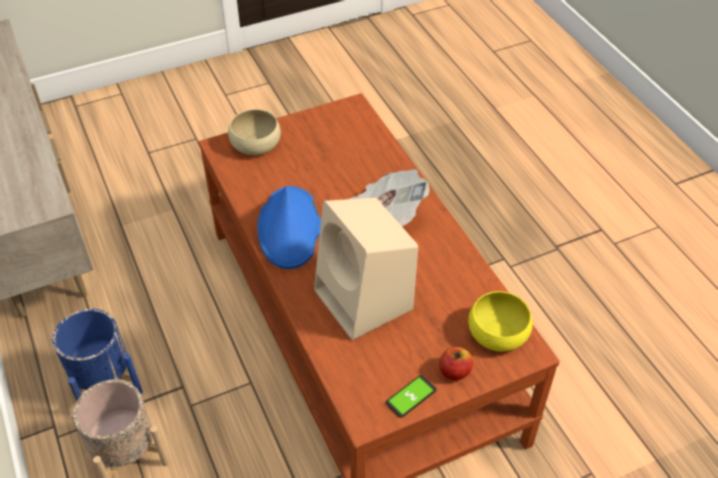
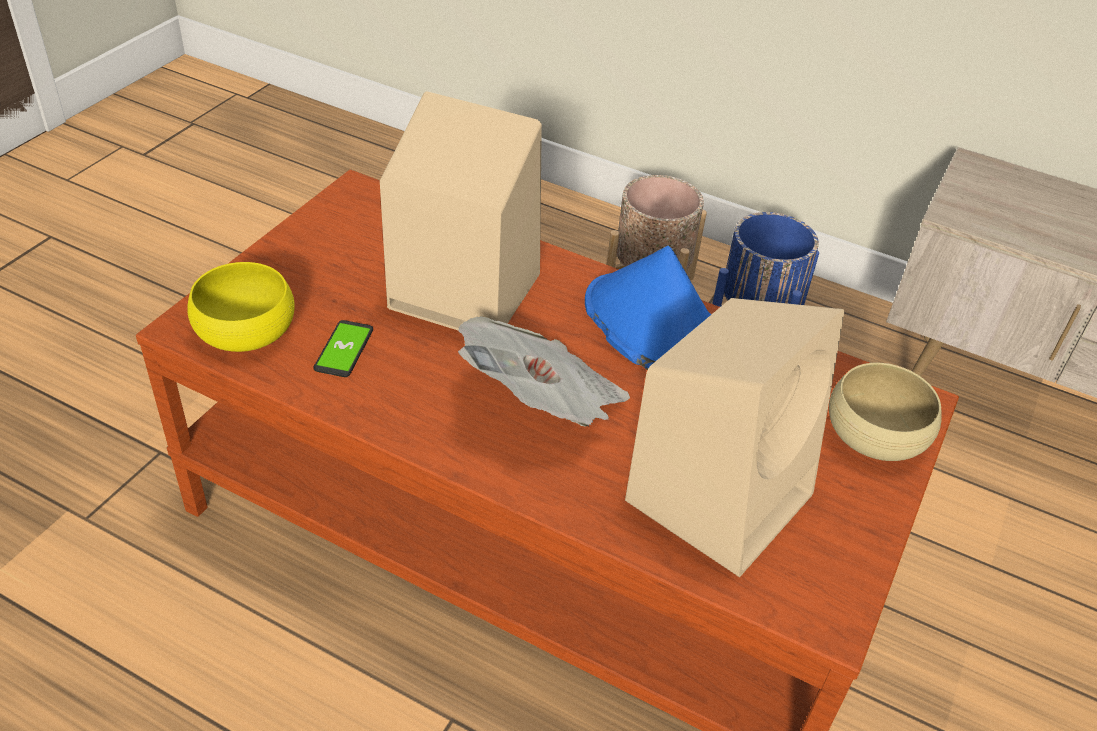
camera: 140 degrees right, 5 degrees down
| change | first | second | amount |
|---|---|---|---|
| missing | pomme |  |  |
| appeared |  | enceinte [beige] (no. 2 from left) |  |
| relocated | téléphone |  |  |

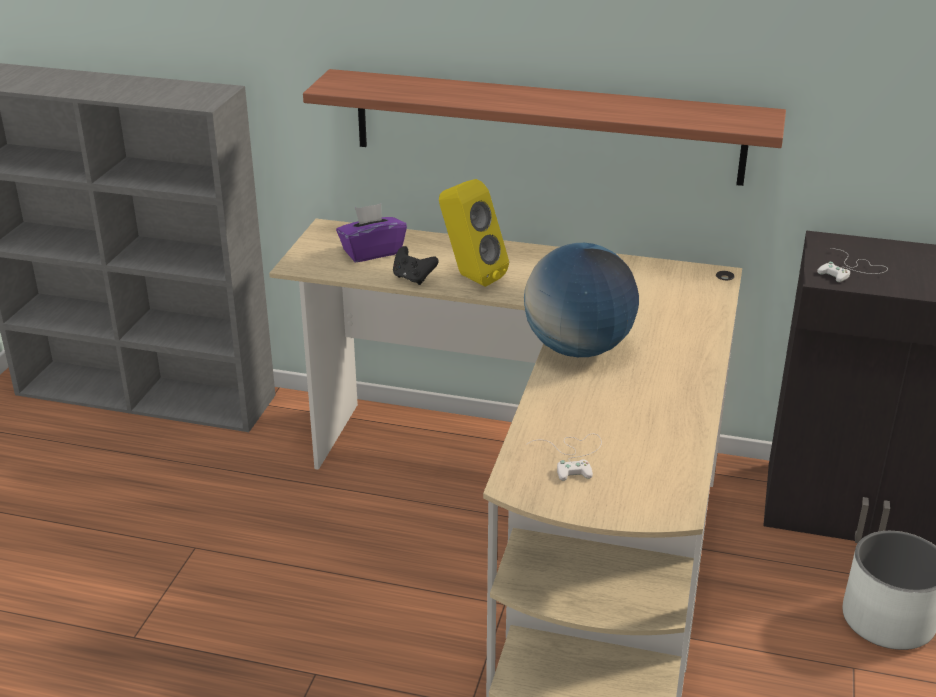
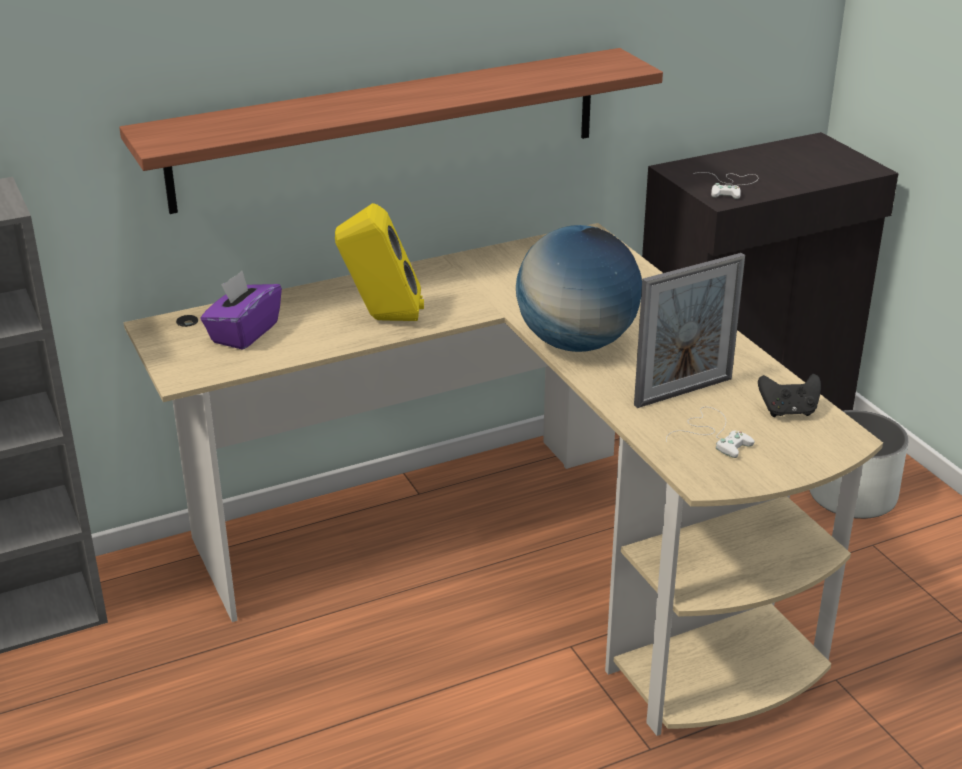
camera: 40 degrees left, 0 degrees up
| change | first | second | amount |
|---|---|---|---|
| appeared |  | cadre photo |  |
| relocated | manette [noir] |  |  |

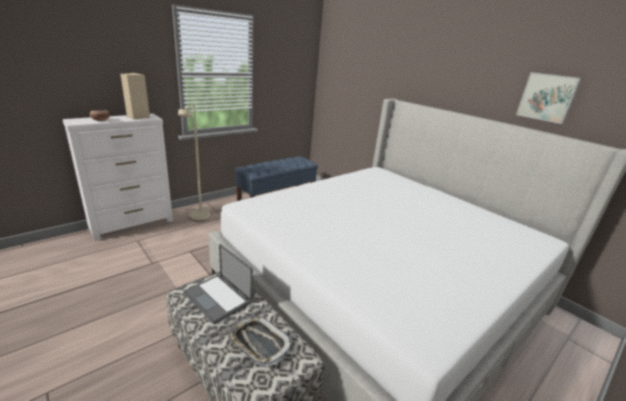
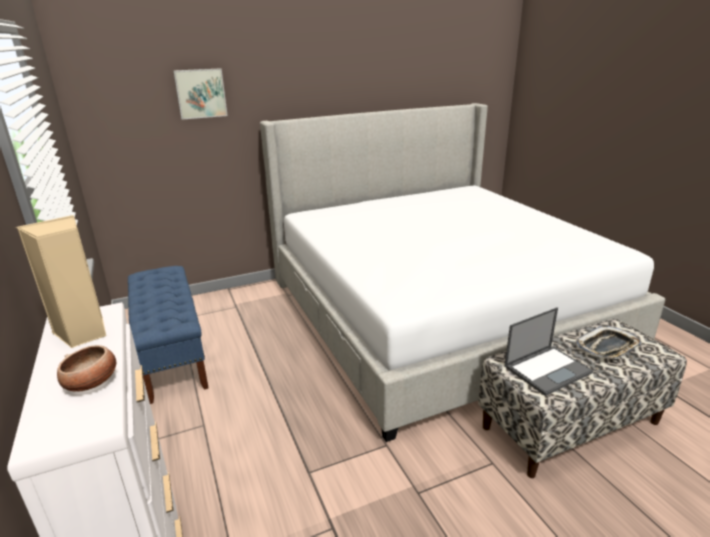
camera: 70 degrees left, 0 degrees up
| change | first | second | amount |
|---|---|---|---|
| missing | lampadaire [beige] |  |  |
| relocated | tableau |  |  |

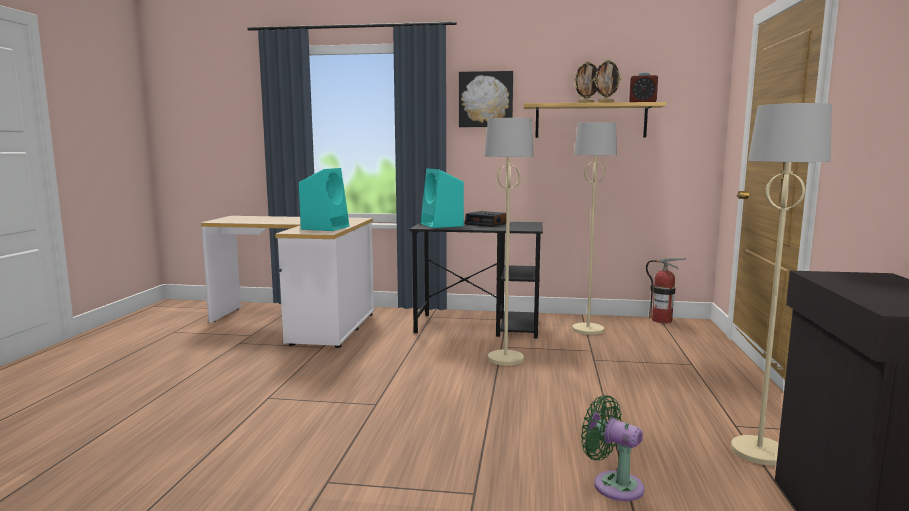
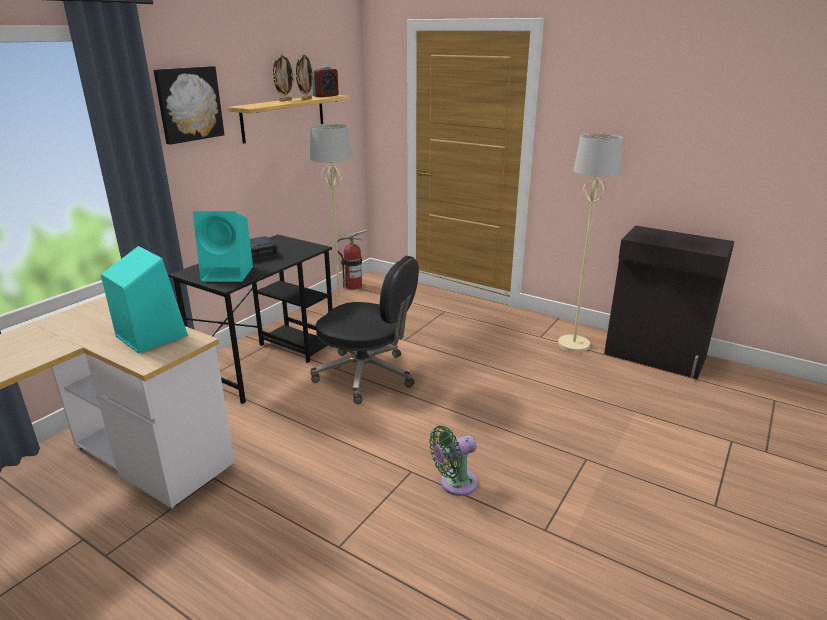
camera: 65 degrees left, 15 degrees up
| change | first | second | amount |
|---|---|---|---|
| relocated | ventilateur [vert] |  |  |
| exchanged | lampadaire [beige] (no. 1 from left) | chaise de bureau [noir] |  |

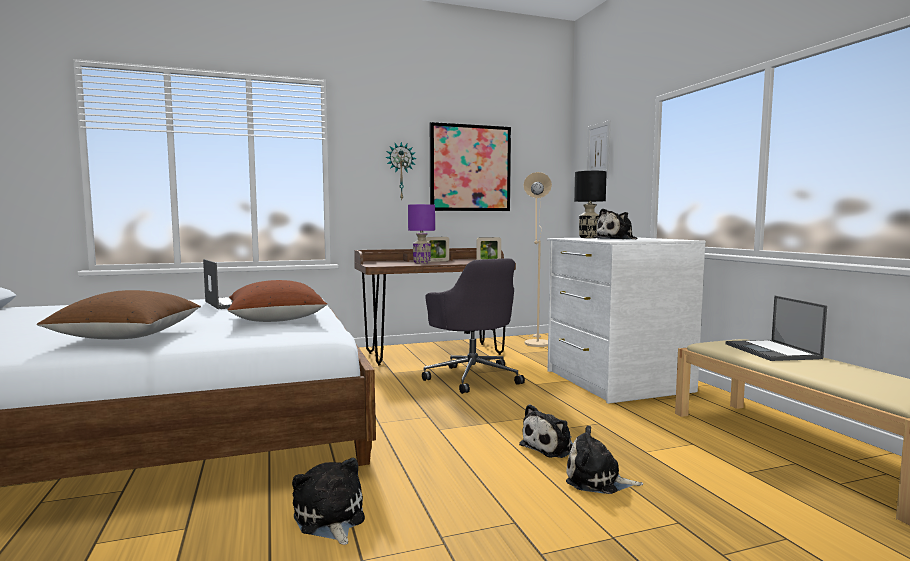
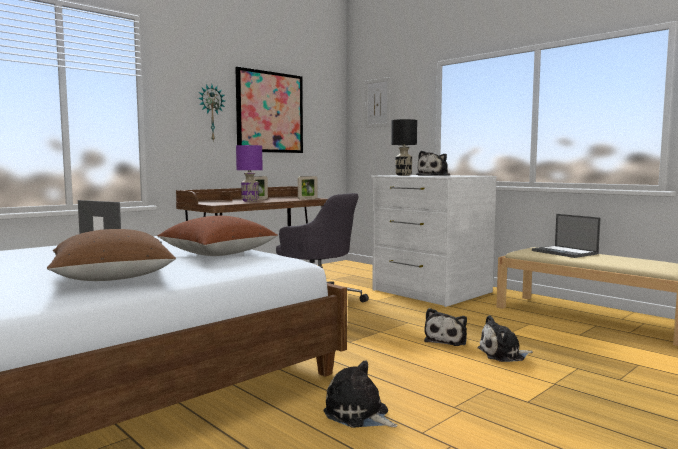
camera: 25 degrees left, 0 degrees up
| change | first | second | amount |
|---|---|---|---|
| missing | lampadaire [beige] |  |  |

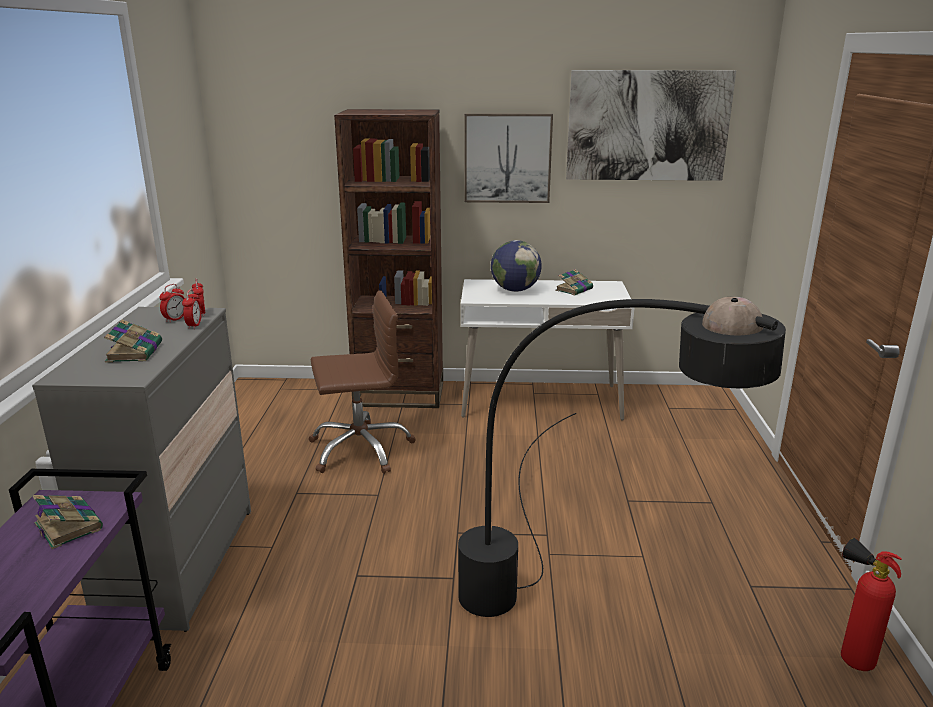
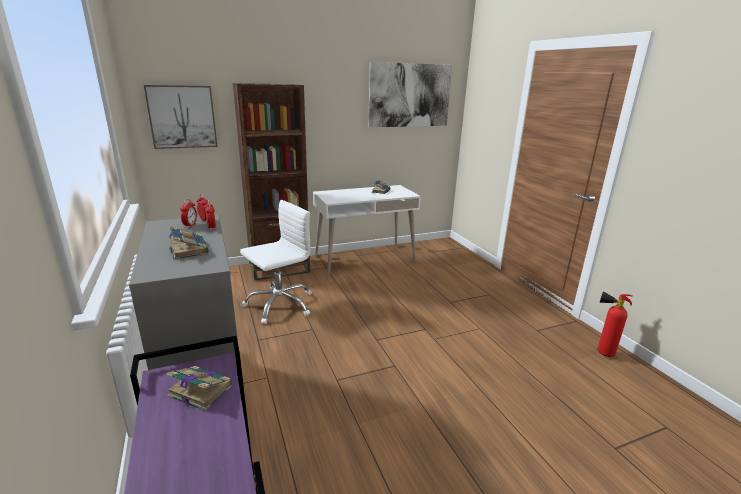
camera: 25 degrees left, 0 degrees up
| change | first | second | amount |
|---|---|---|---|
| missing | lampadaire [noir] |  |  |
| missing | globe |  |  |
| relocated | tableau (no. 1 from left) |  |  |
| colour | chaise de bureau [marron] | chaise de bureau [blanc] |  |

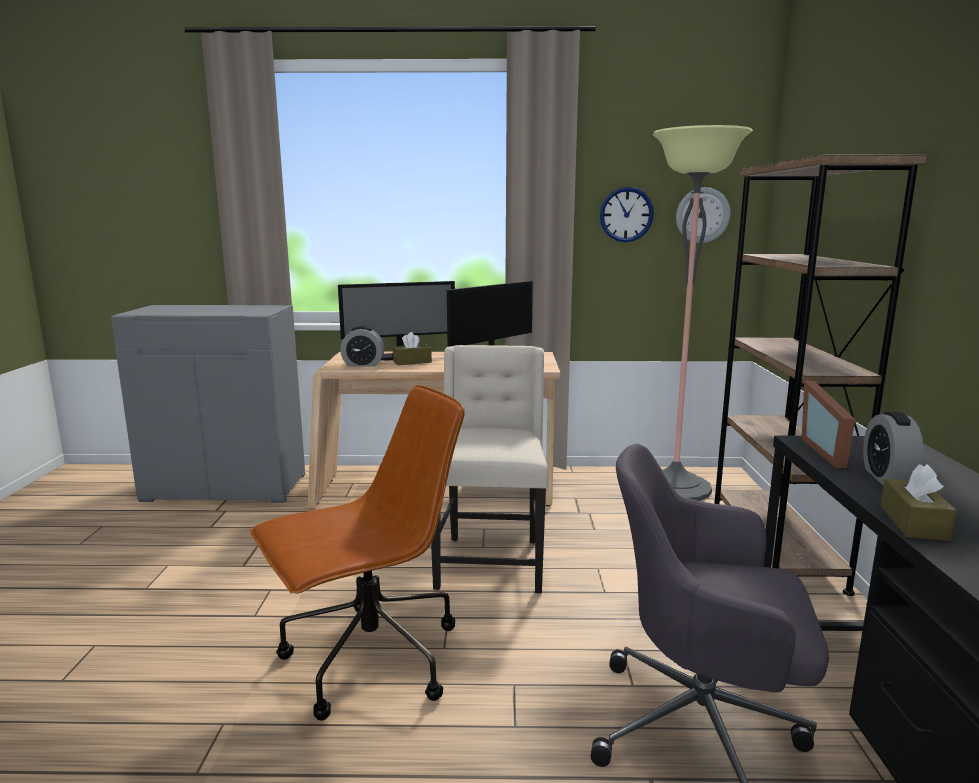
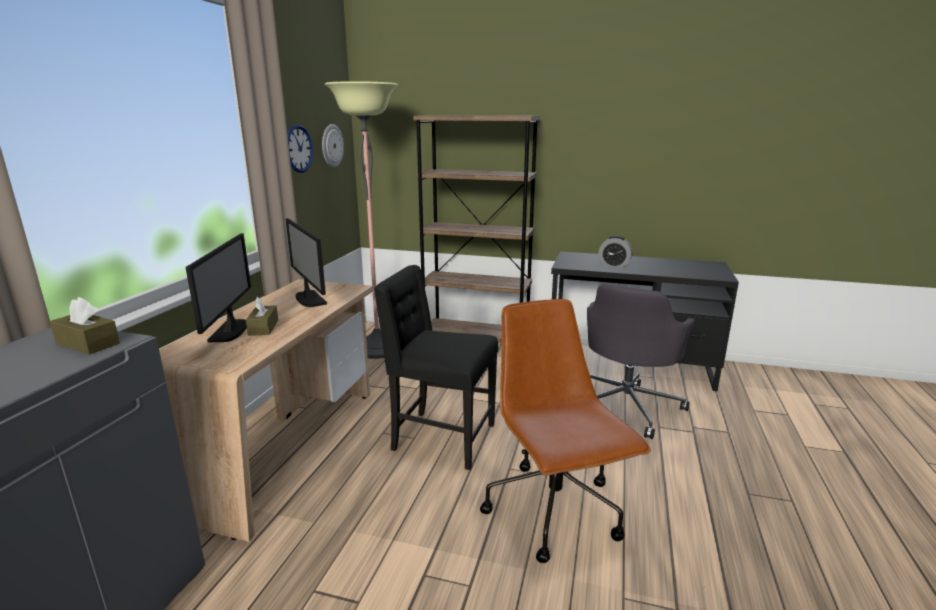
camera: 75 degrees left, 5 degrees up
| change | first | second | amount |
|---|---|---|---|
| missing | réveil (no. 1 from left) |  |  |
| missing | cadre photo |  |  |
| relocated | boîte à mouchoirs [marron] (no. 2 from left in the first image) | boîte à mouchoirs [marron] (no. 1 from left) |  |
| colour | chaise [beige] | chaise [noir] |  |

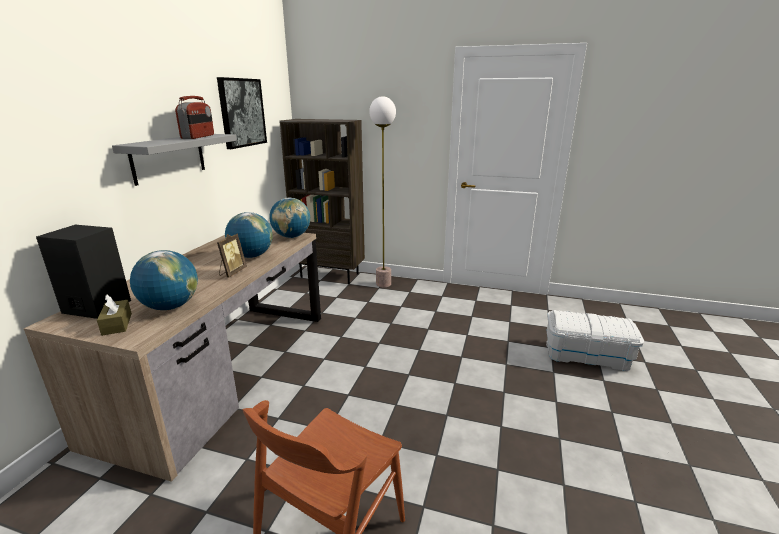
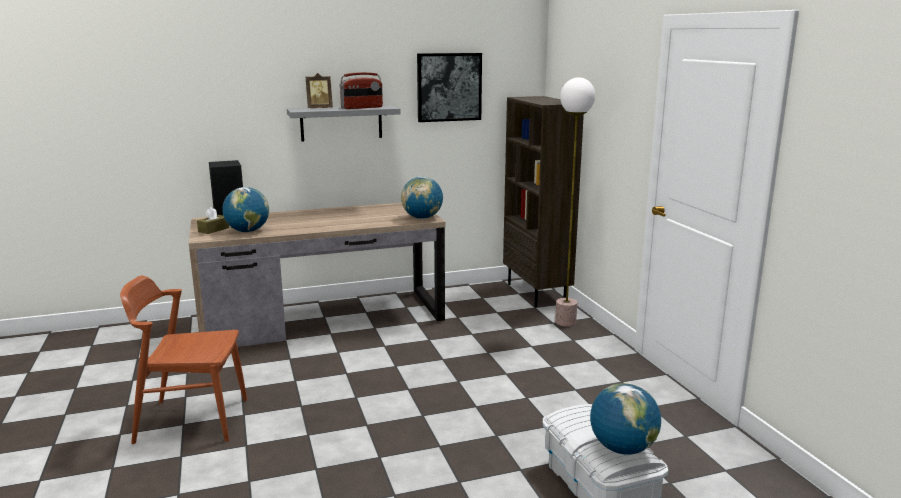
camera: 55 degrees right, 5 degrees down
| change | first | second | amount |
|---|---|---|---|
| relocated | cadre photo |  |  |
| relocated | globe (no. 2 from left in the first image) | globe (no. 3 from left) |  |

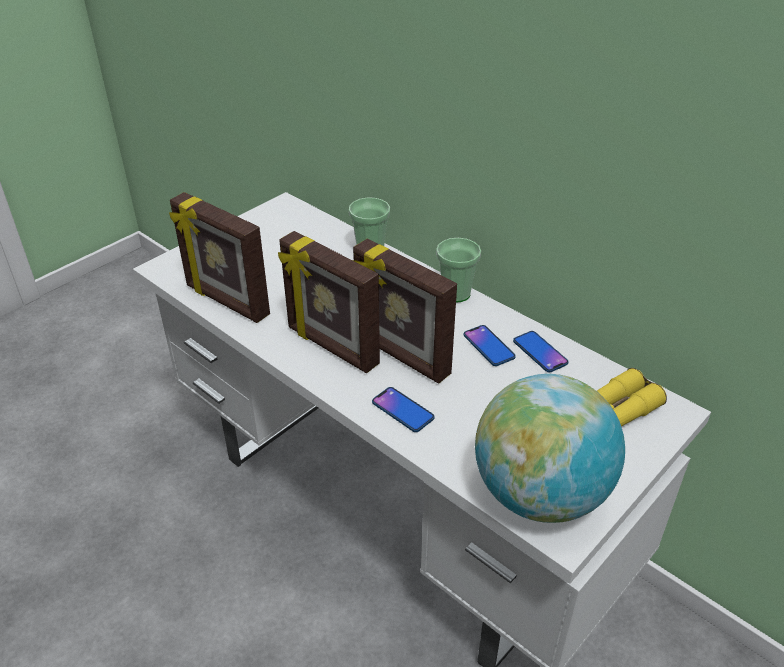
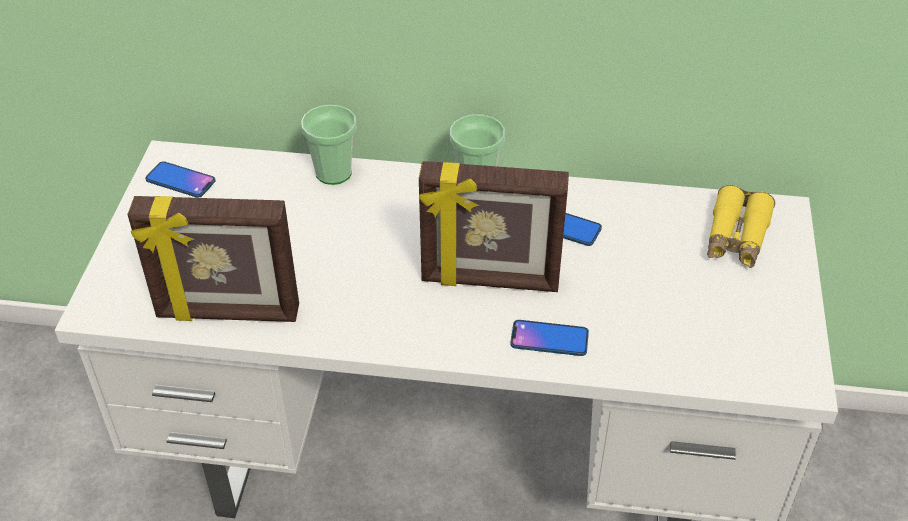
camera: 35 degrees left, 5 degrees up
| change | first | second | amount |
|---|---|---|---|
| missing | cadre photo (no. 2 from left) |  |  |
| missing | globe |  |  |
| relocated | téléphone (no. 3 from left in the first image) | téléphone (no. 1 from left) |  |

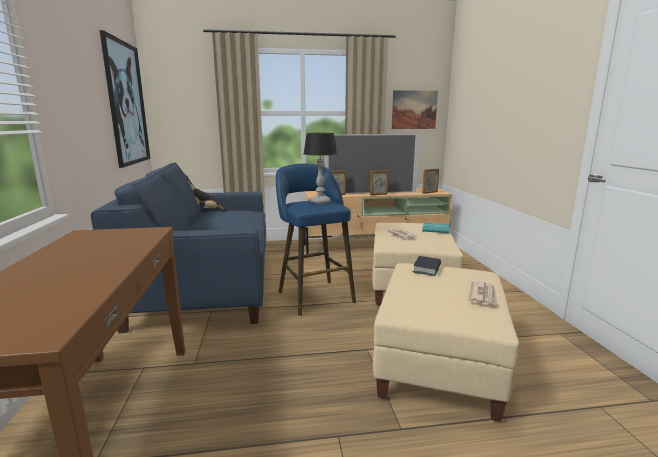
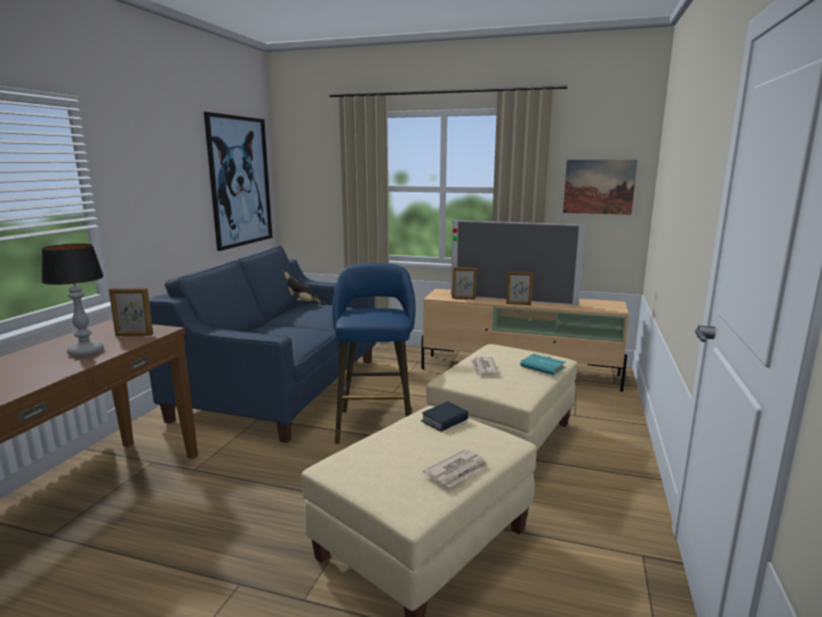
camera: 25 degrees right, 0 degrees up
| change | first | second | amount |
|---|---|---|---|
| relocated | lampe de table |  |  |
| relocated | cadre photo (no. 3 from left in the first image) | cadre photo (no. 1 from left) |  |

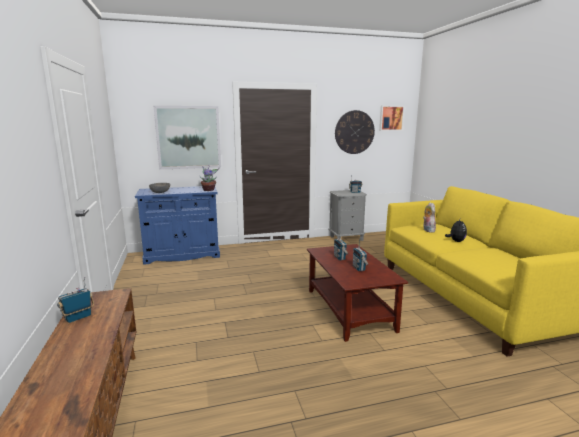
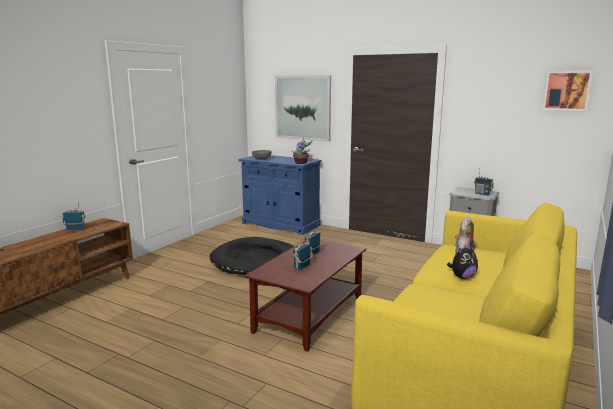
camera: 45 degrees right, 0 degrees up
| change | first | second | amount |
|---|---|---|---|
| missing | horloge murale |  |  |
| appeared |  | panier pour chien [noir] |  |

